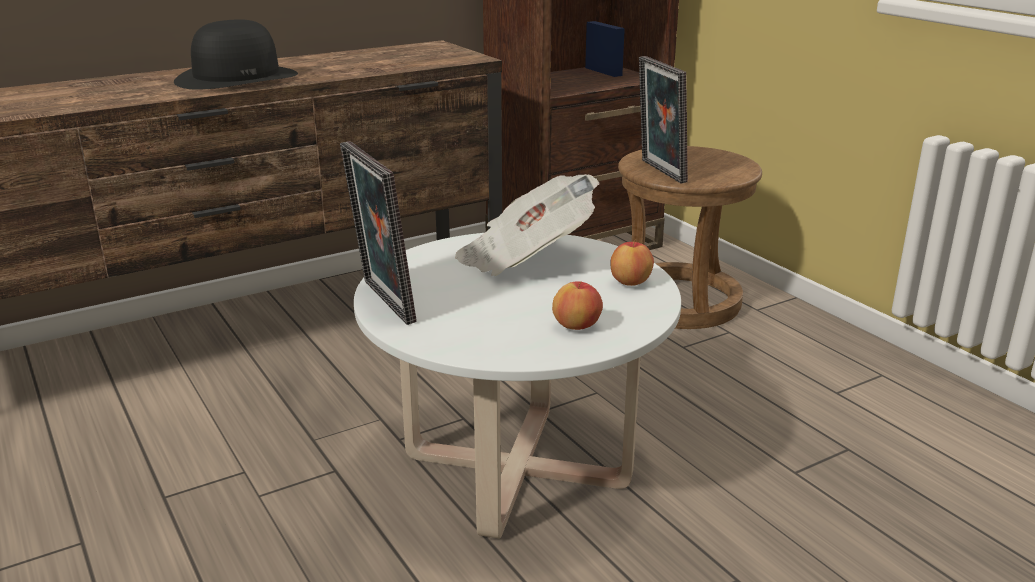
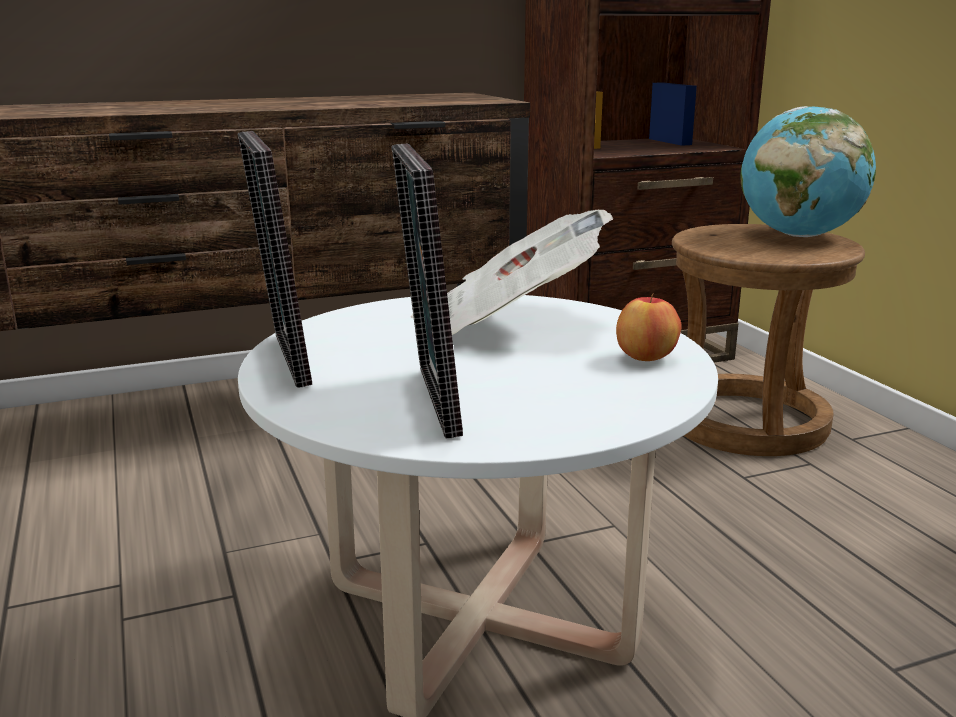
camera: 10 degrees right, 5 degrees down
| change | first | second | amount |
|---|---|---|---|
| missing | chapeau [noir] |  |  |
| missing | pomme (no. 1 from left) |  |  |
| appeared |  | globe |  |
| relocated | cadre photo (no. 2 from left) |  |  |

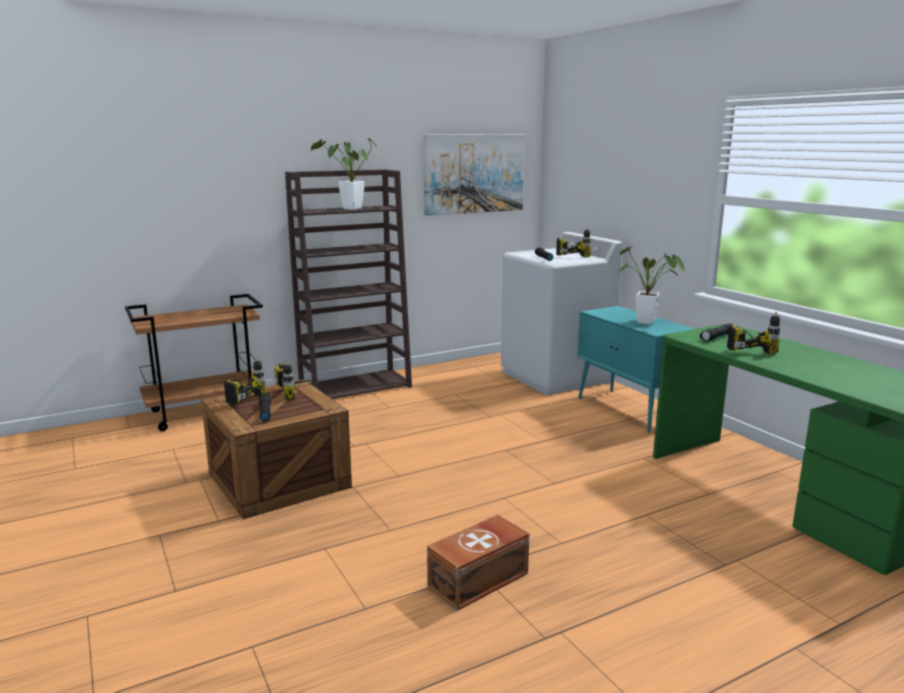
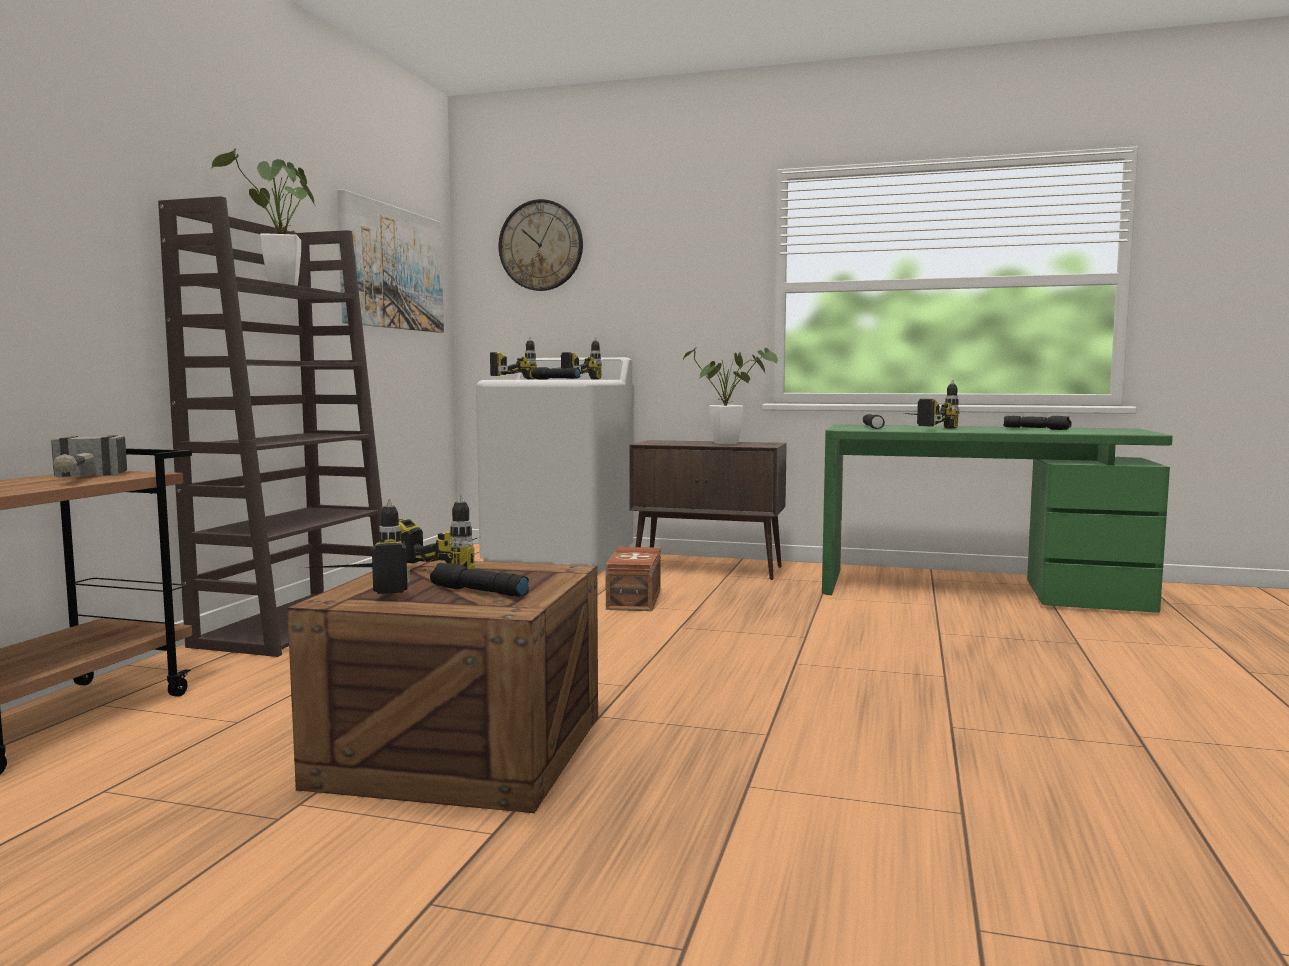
camera: 45 degrees left, 10 degrees down
| change | first | second | amount |
|---|---|---|---|
| appeared |  | marteau |  |
| appeared |  | perceuse (no. 3 from left) |  |
| appeared |  | horloge murale |  |
| appeared |  | lampe de poche [noir] (no. 4 from left) |  |
| relocated | boîte de rangement [marron] |  |  |
| colour | meuble de rangement [turquoise] | meuble de rangement [marron] |  |

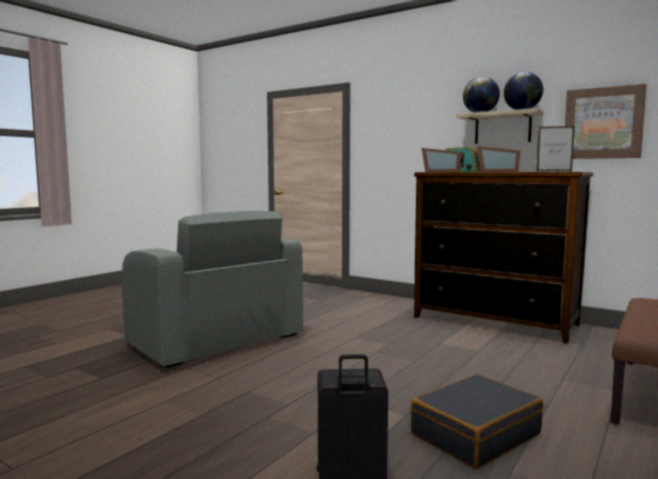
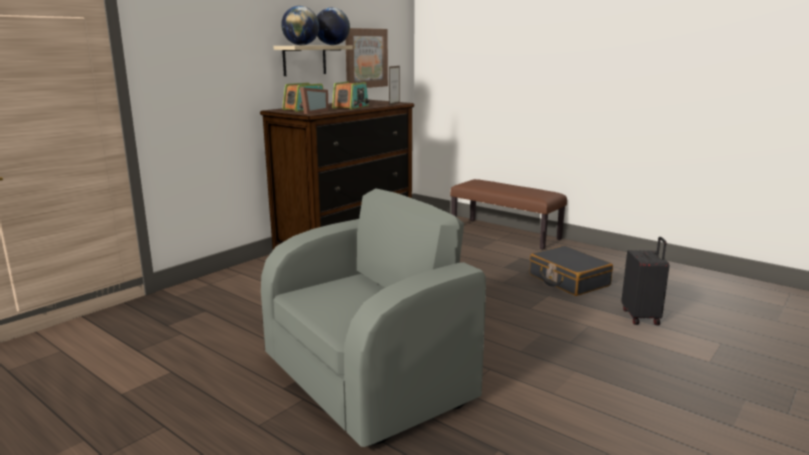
camera: 85 degrees left, 10 degrees up
| change | first | second | amount |
|---|---|---|---|
| exchanged | cadre photo (no. 2 from left) | radio (no. 2 from left) |  |

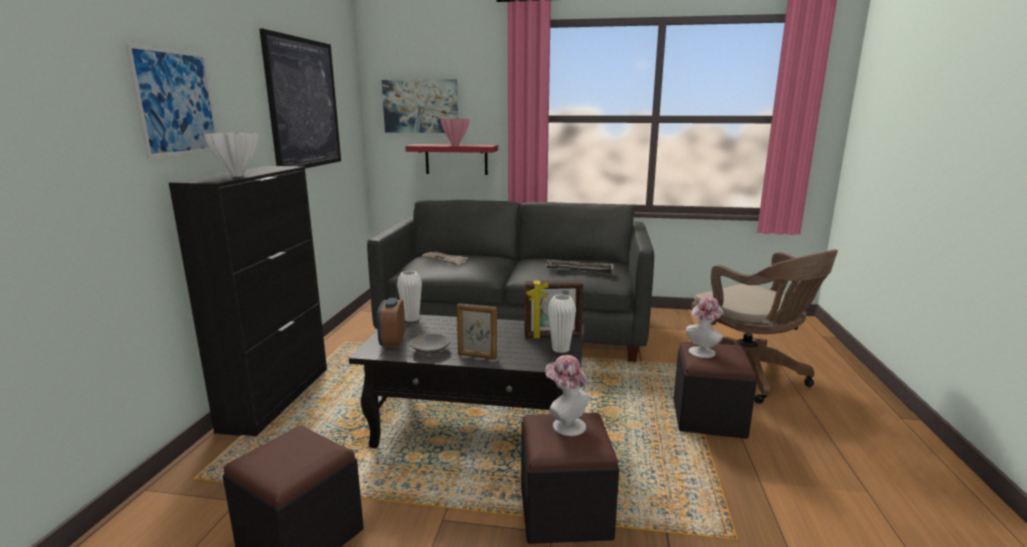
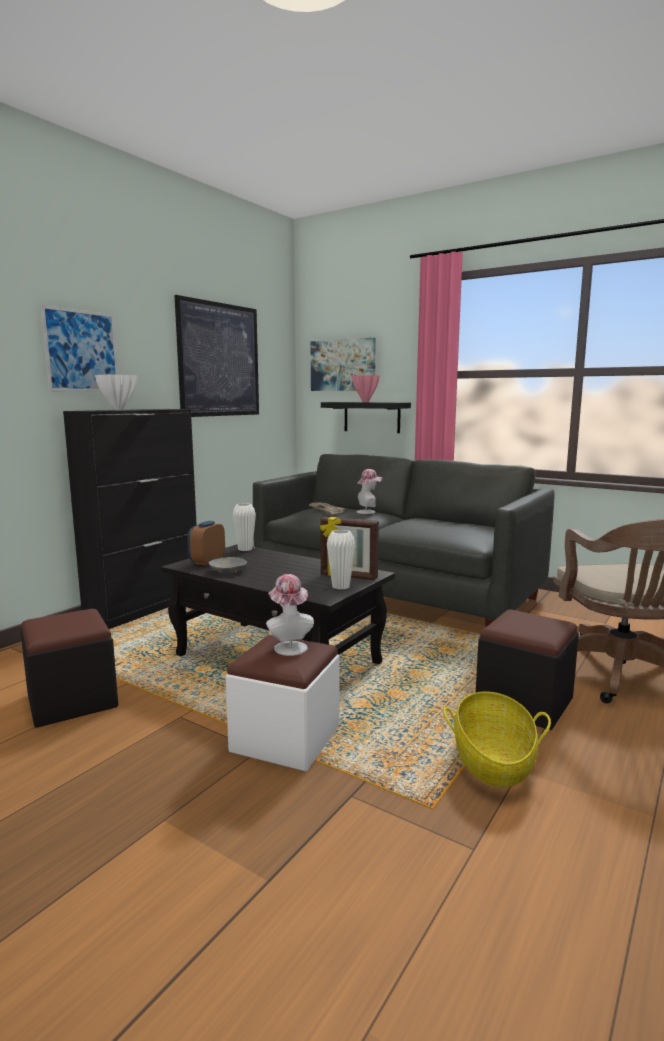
camera: 25 degrees right, 5 degrees down
| change | first | second | amount |
|---|---|---|---|
| missing | cadre photo (no. 1 from left) |  |  |
| missing | plateau |  |  |
| appeared |  | panier |  |
| relocated | chapeau (no. 2 from left) |  |  |
| colour | étagère [rouge] | étagère [noir] |  |
| colour | pouf [noir] (no. 2 from left) | pouf [blanc] |  |

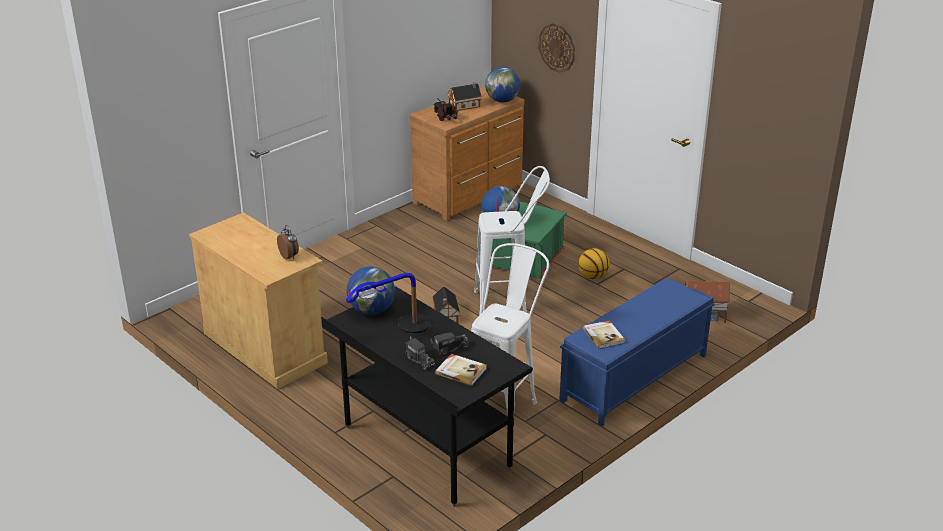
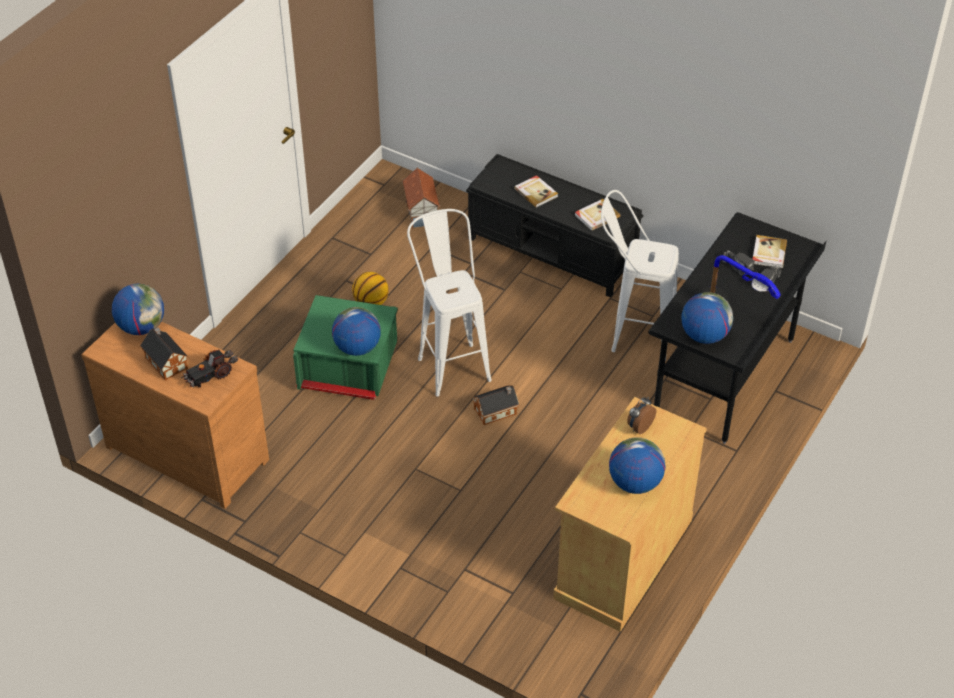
camera: 105 degrees left, 15 degrees up
| change | first | second | amount |
|---|---|---|---|
| missing | horloge murale |  |  |
| appeared |  | livre (no. 1 from left) |  |
| appeared |  | globe (no. 3 from left) |  |
| colour | banc [bleu] | banc [noir] |  |

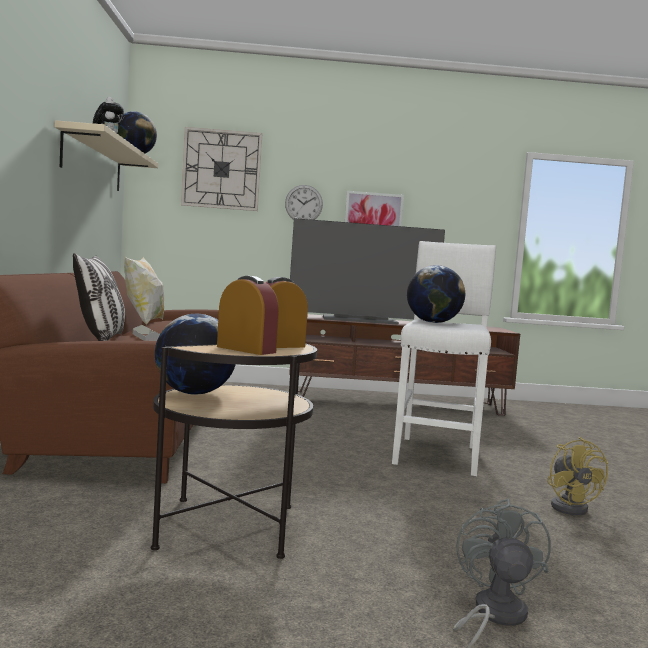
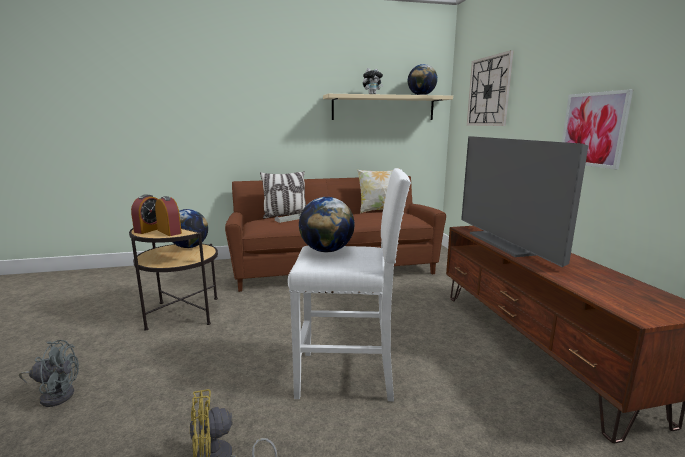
camera: 80 degrees right, 10 degrees up
| change | first | second | amount |
|---|---|---|---|
| missing | horloge murale (no. 2 from left) |  |  |

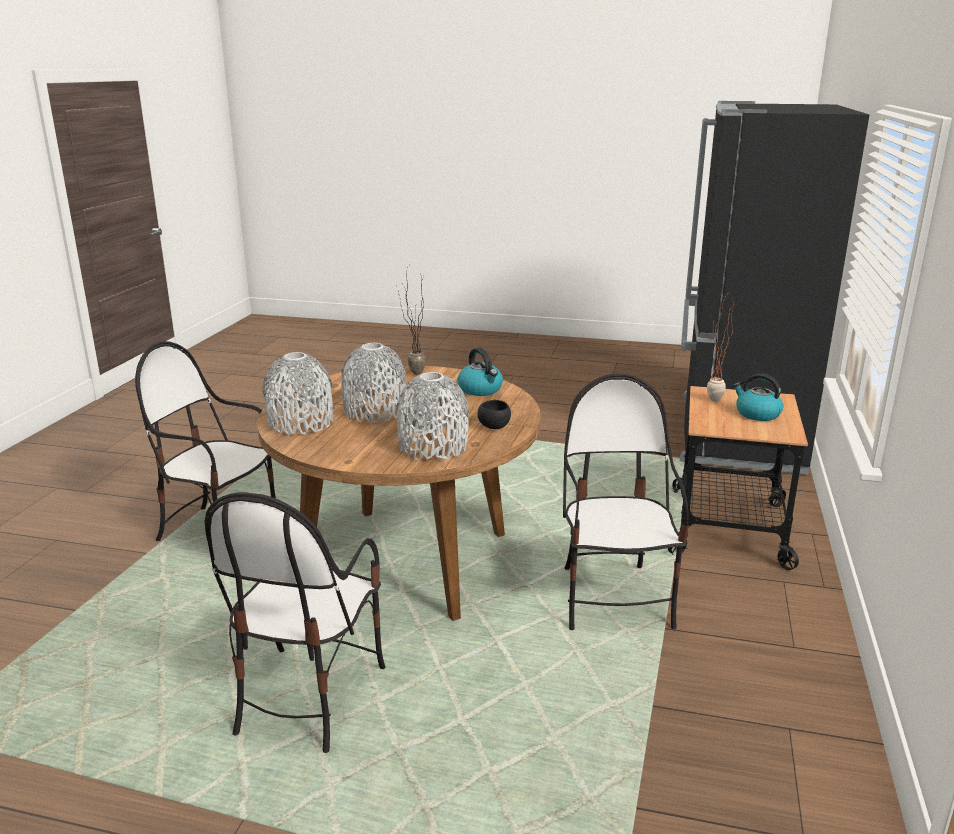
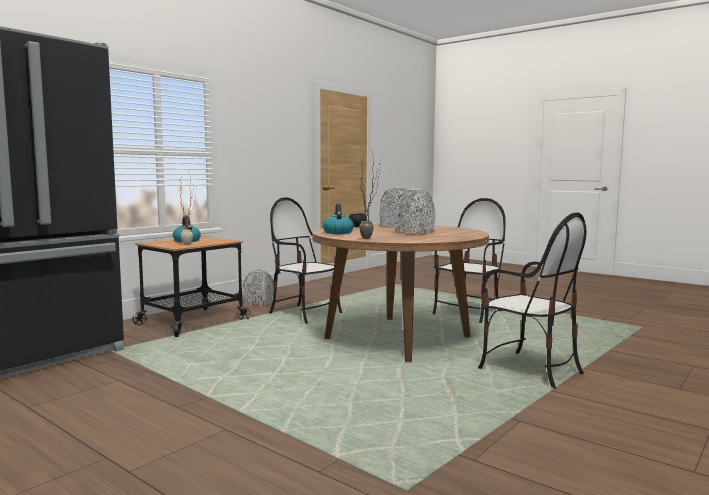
camera: 155 degrees left, 15 degrees down
| change | first | second | amount |
|---|---|---|---|
| relocated | vase [gris] (no. 1 from left) |  |  |
| spun | chaise (no. 3 from left in the first image) | chaise (no. 1 from left) | 105 degrees clockwise |

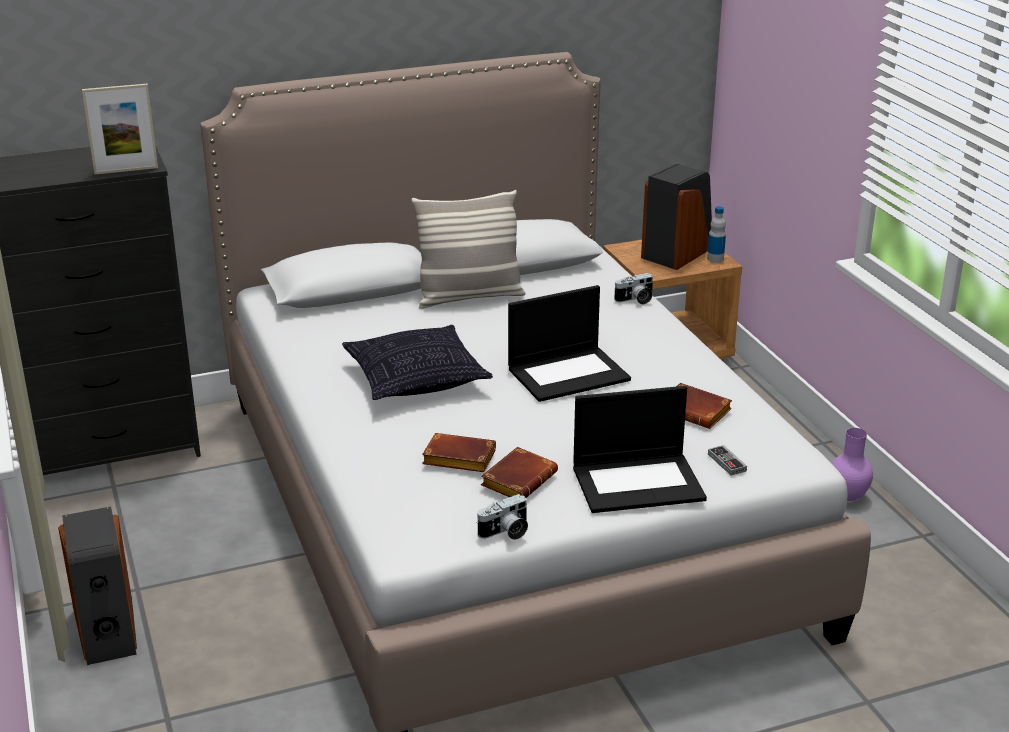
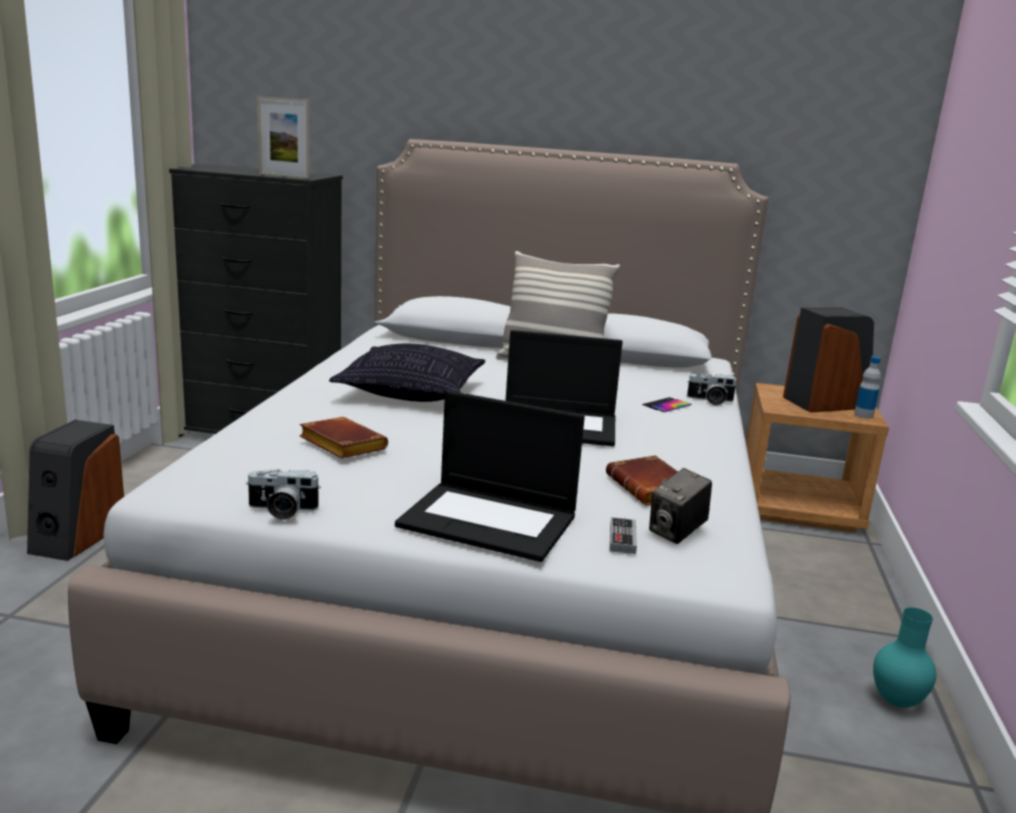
camera: 30 degrees right, 10 degrees down
| change | first | second | amount |
|---|---|---|---|
| missing | livre [marron] (no. 2 from left) |  |  |
| appeared |  | téléphone |  |
| appeared |  | appareil photo (no. 2 from left) |  |
| colour | vase [violet] | vase [turquoise] |  |

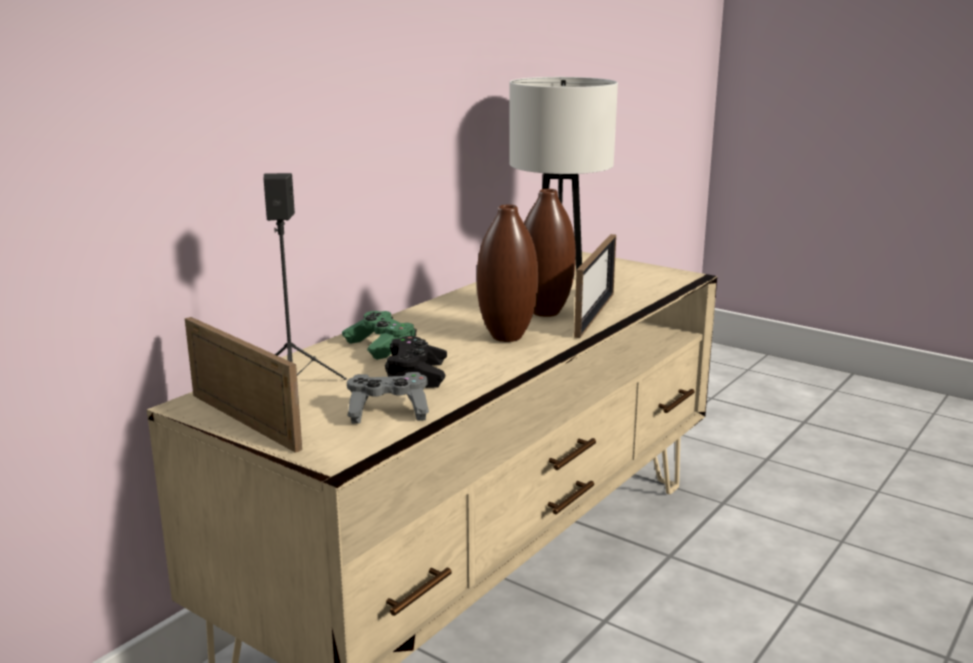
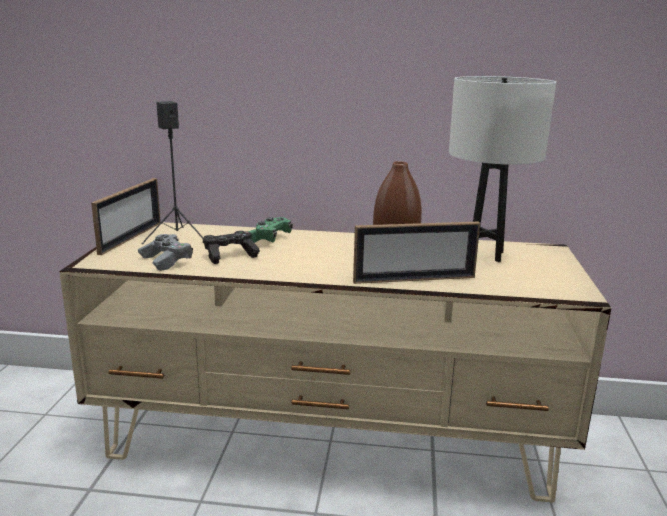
camera: 60 degrees right, 0 degrees up
| change | first | second | amount |
|---|---|---|---|
| missing | vase [marron] (no. 1 from left) |  |  |

